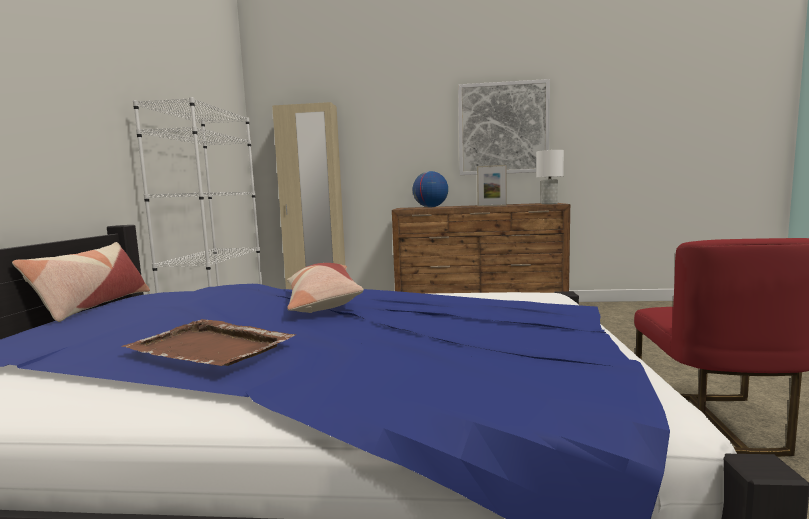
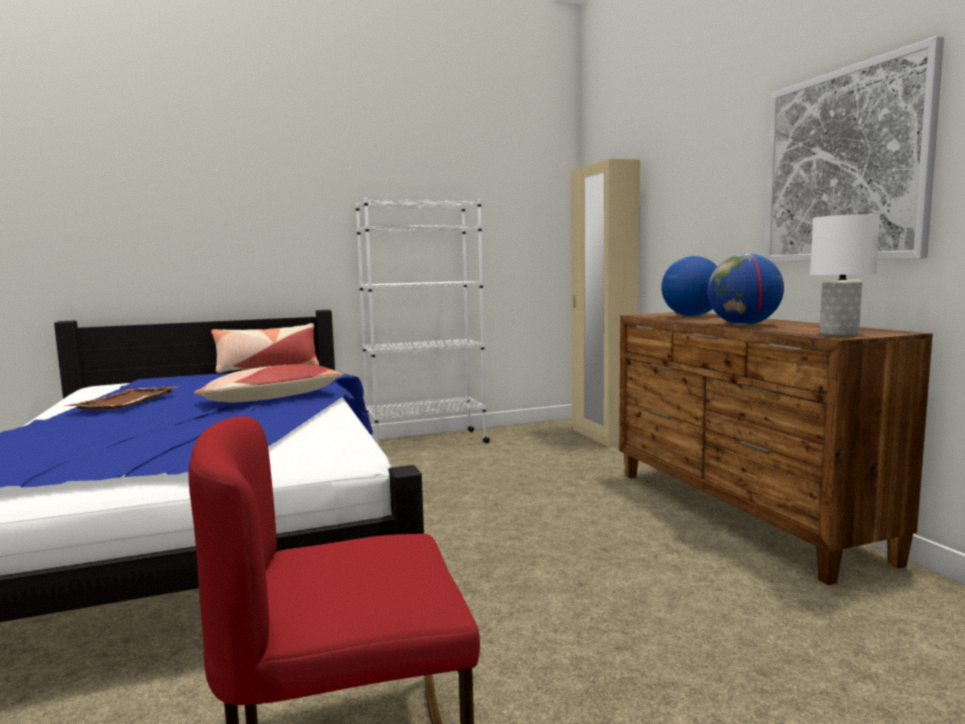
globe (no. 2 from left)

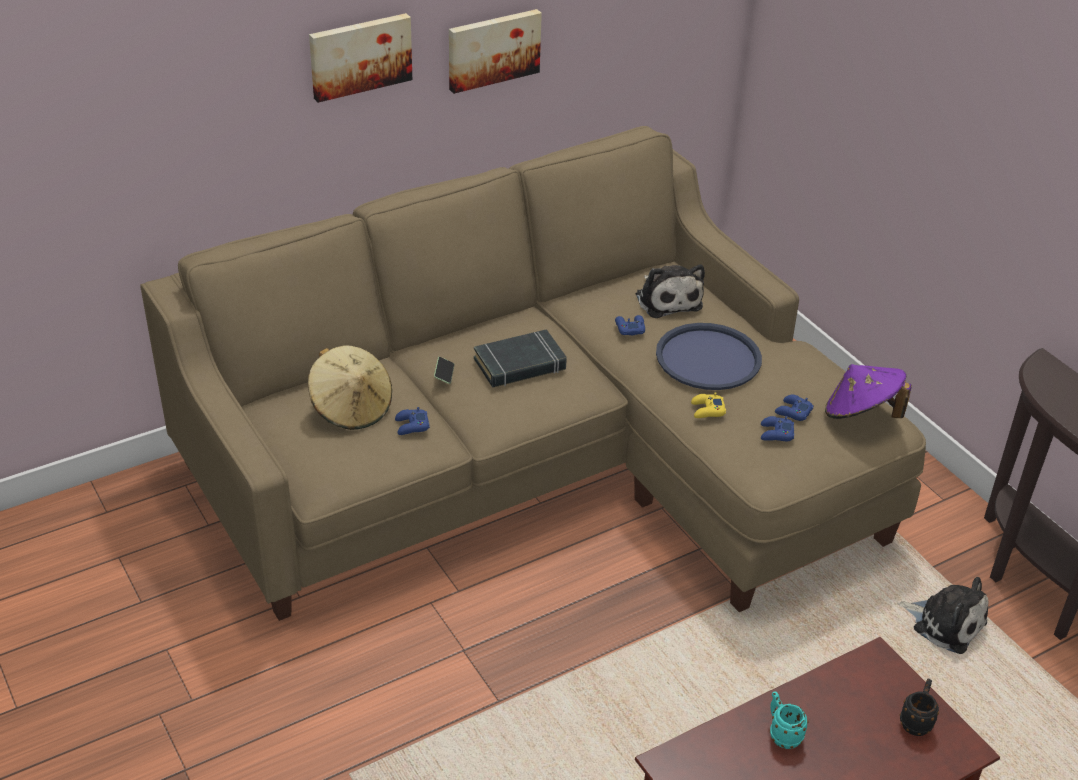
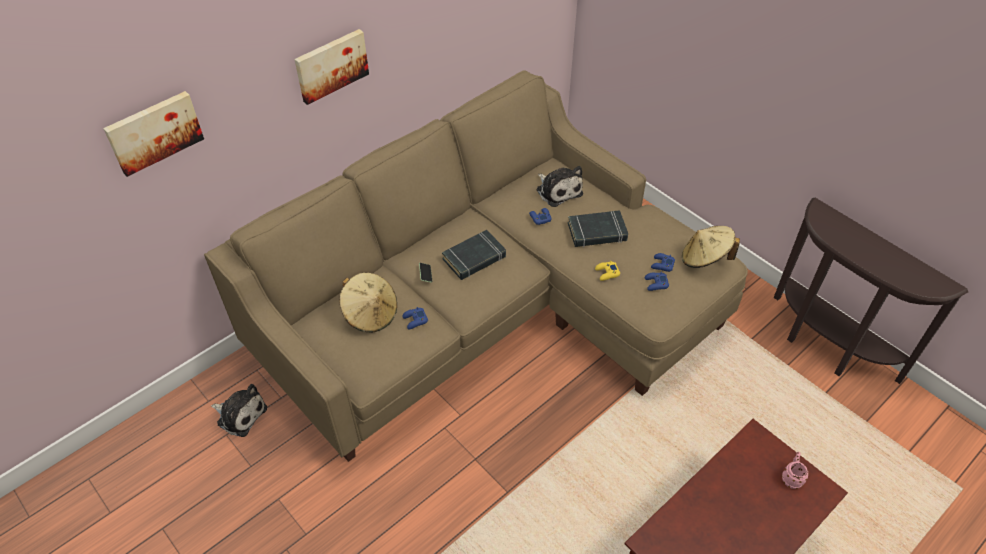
picture (no. 1 from left)
black book (no. 2 from left)
beige hat (no. 2 from left)
plush toy (no. 1 from left)
pink mug
turquoise mug

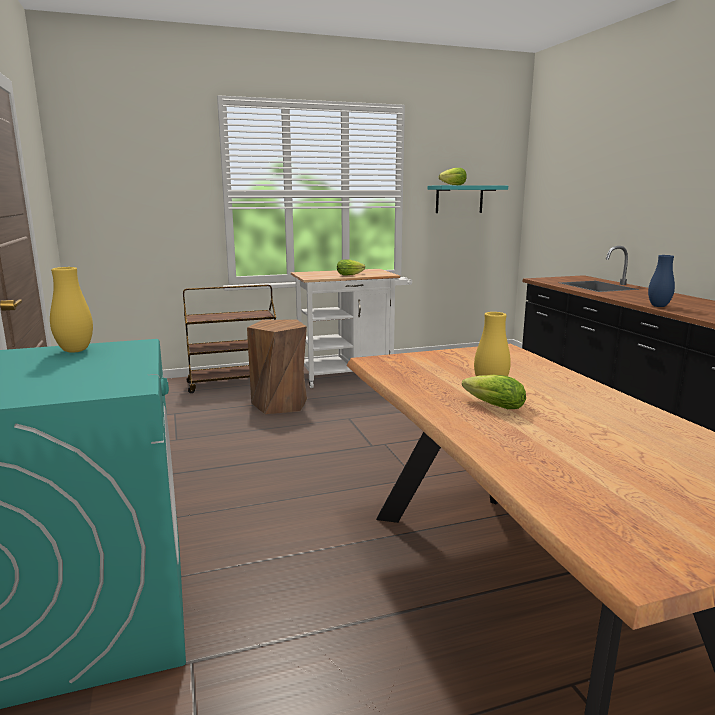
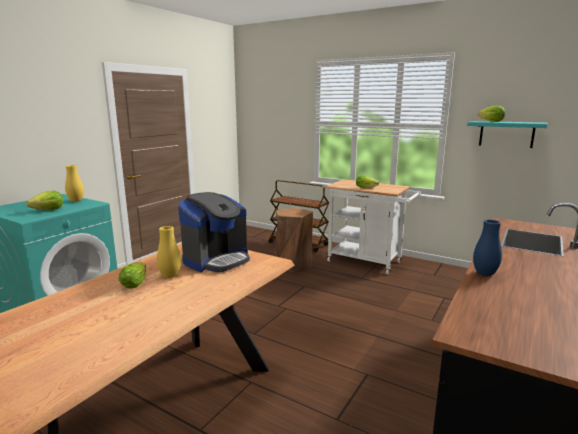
lettuce (no. 1 from left)
coffee machine

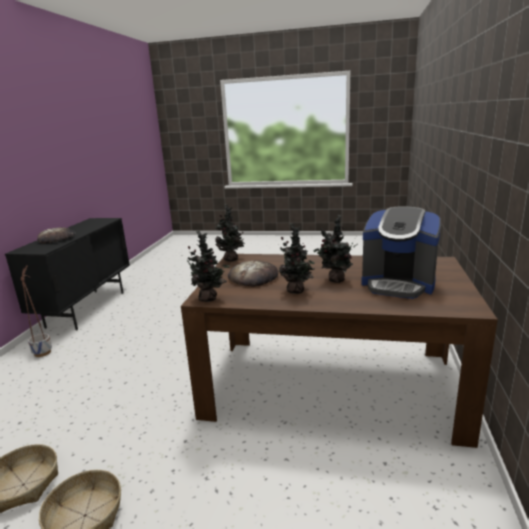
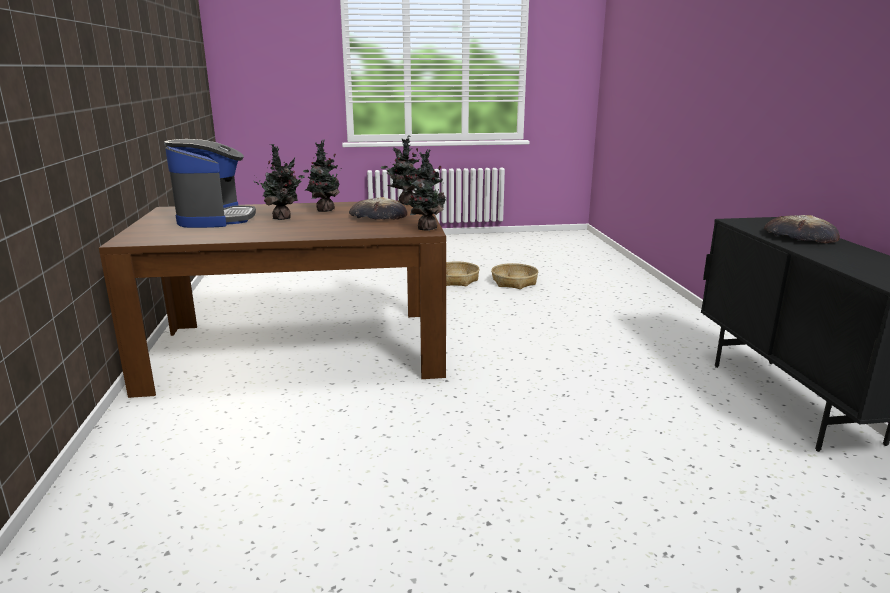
coffee machine
planter

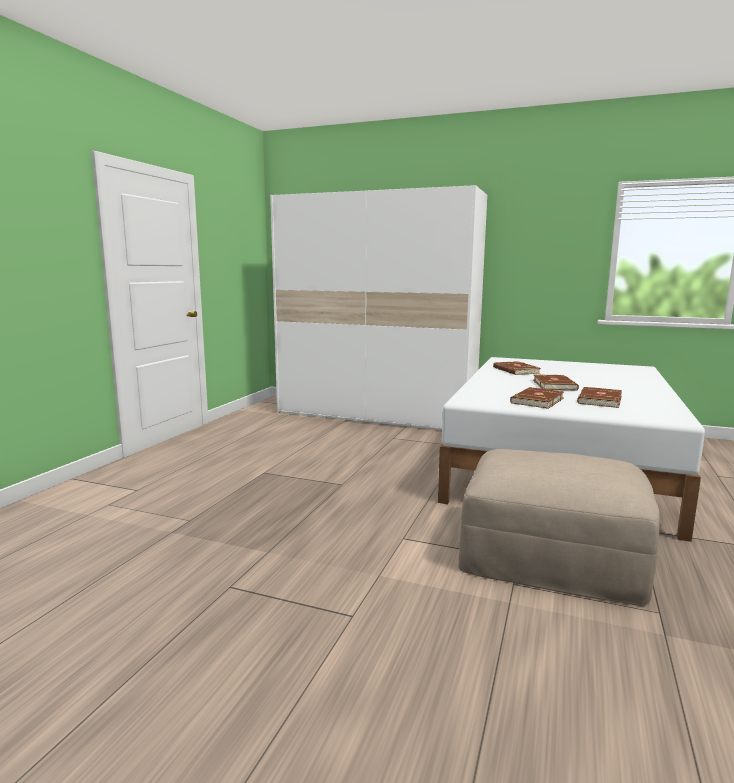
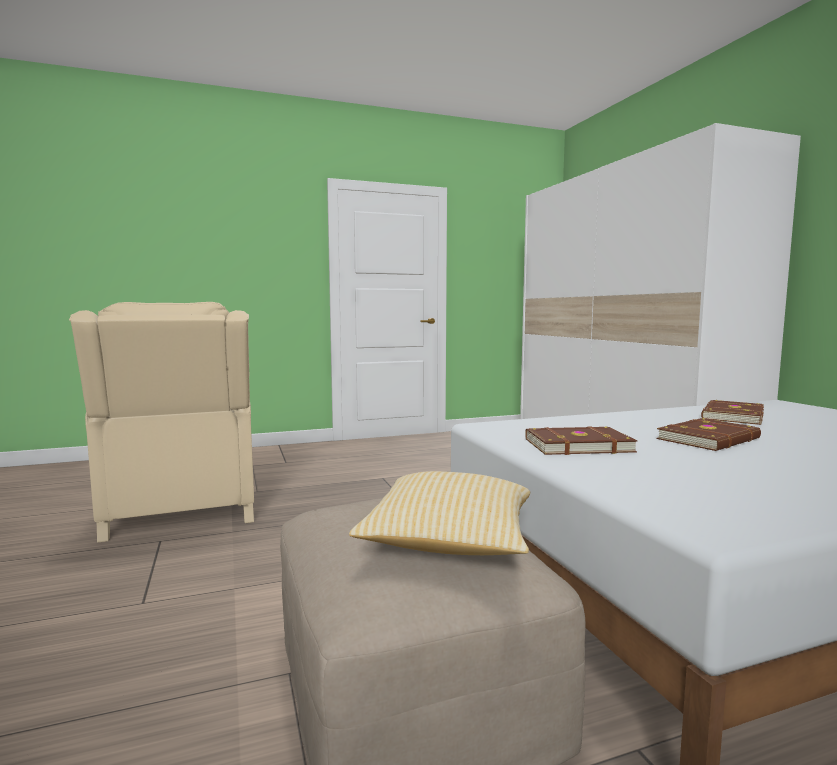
brown book (no. 4 from left in the first image)
beige armchair
pillow

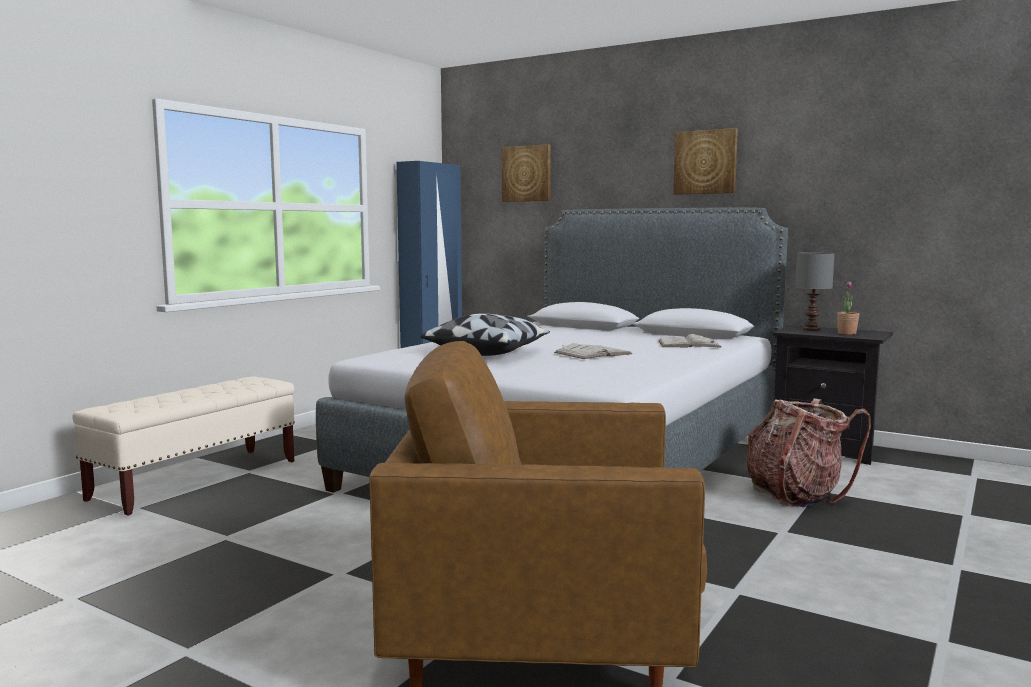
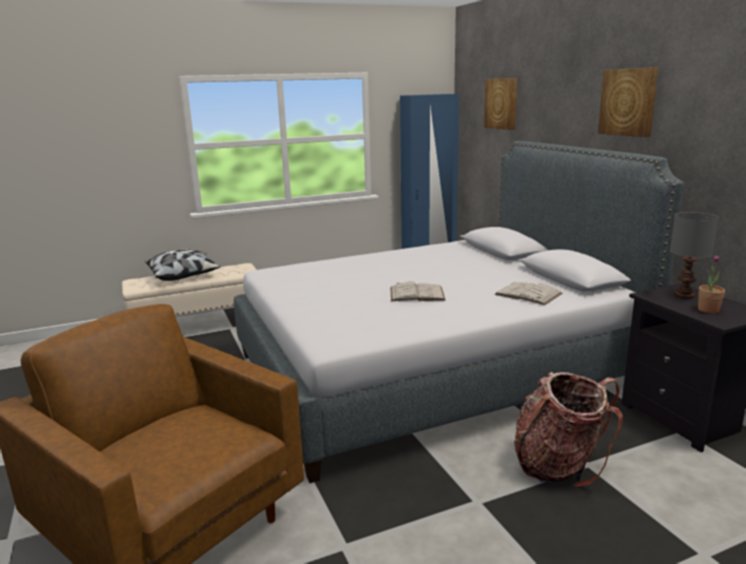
pillow

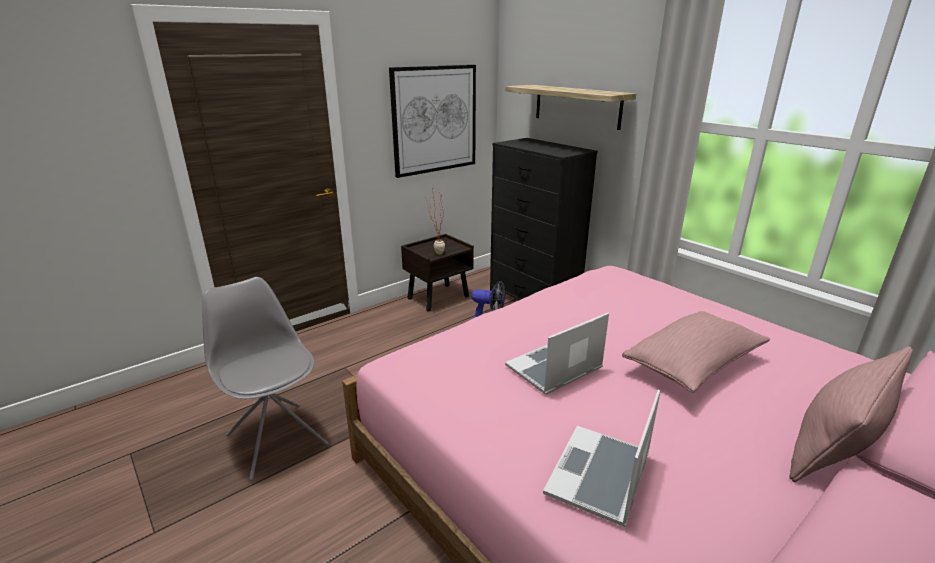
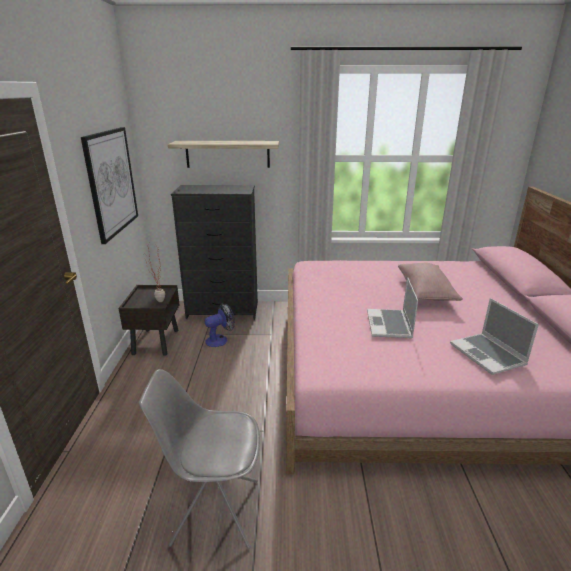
pink pillow (no. 2 from left in the first image)

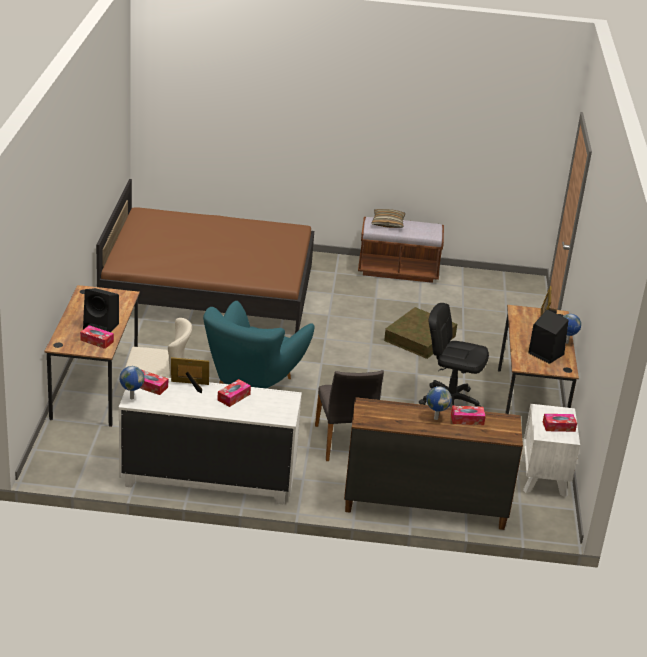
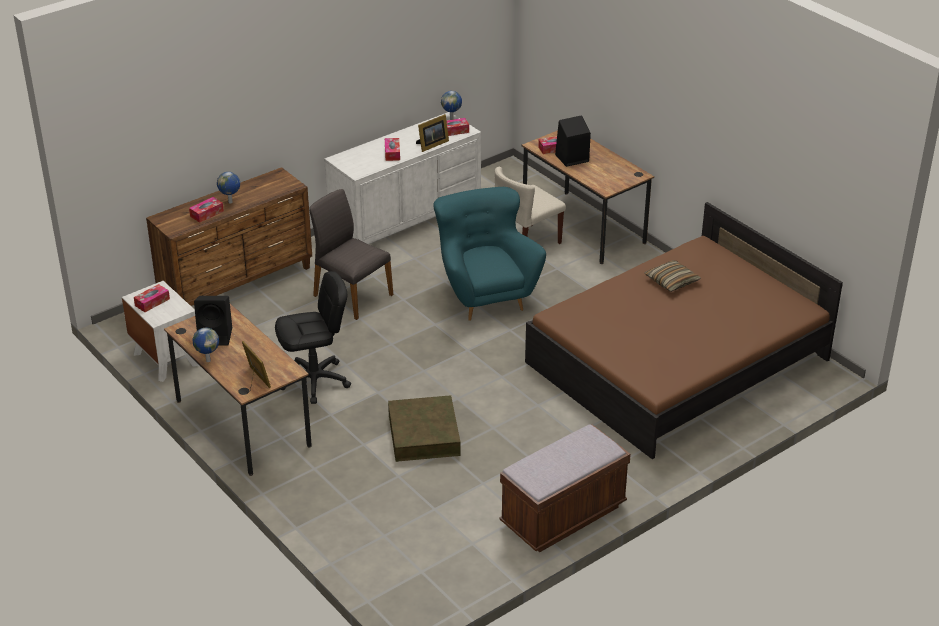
pillow

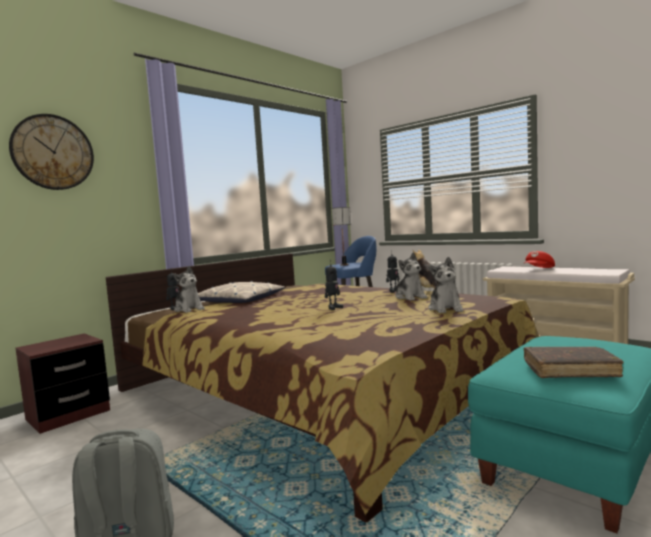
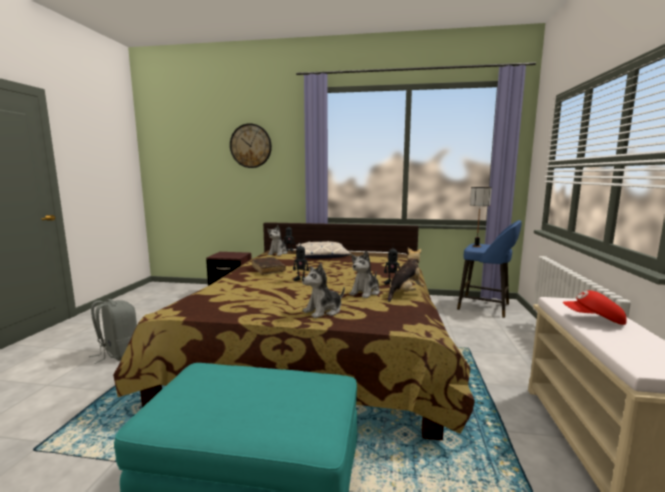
brown book

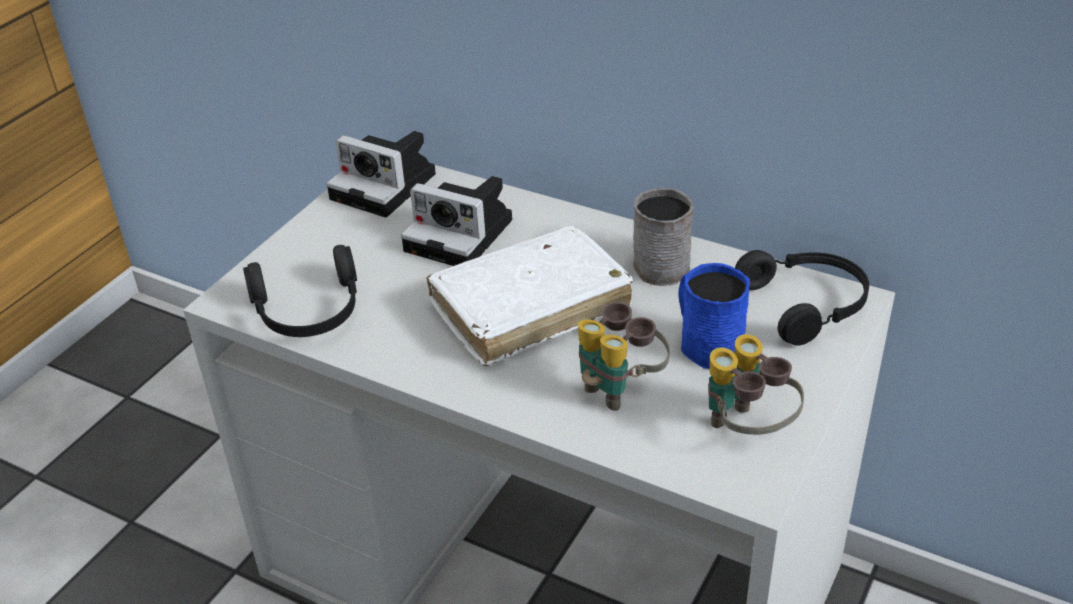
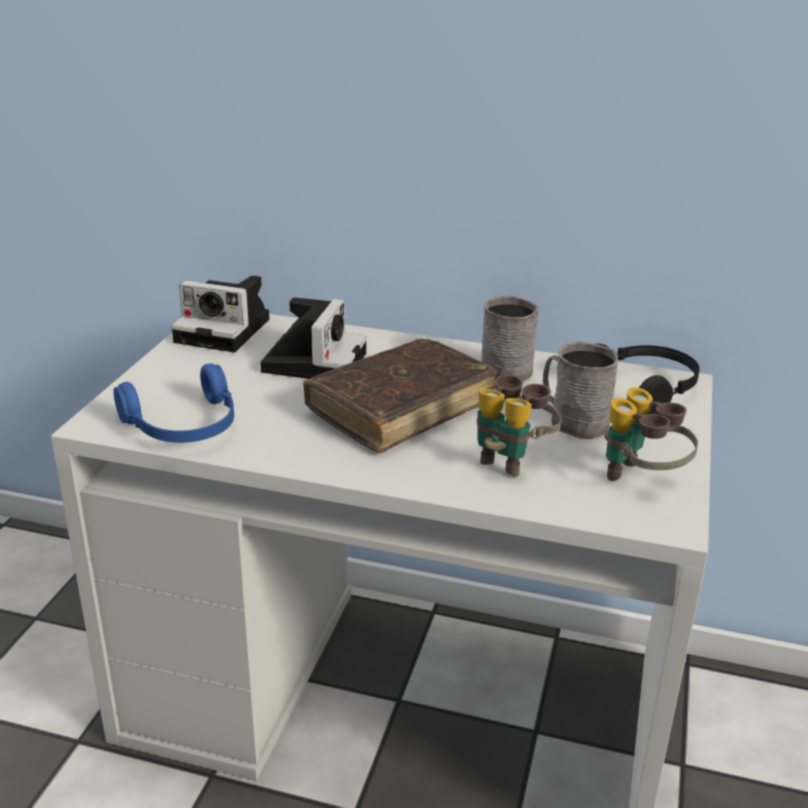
photo camera (no. 2 from left)
brown book
blue headphones
grey mug (no. 2 from left)

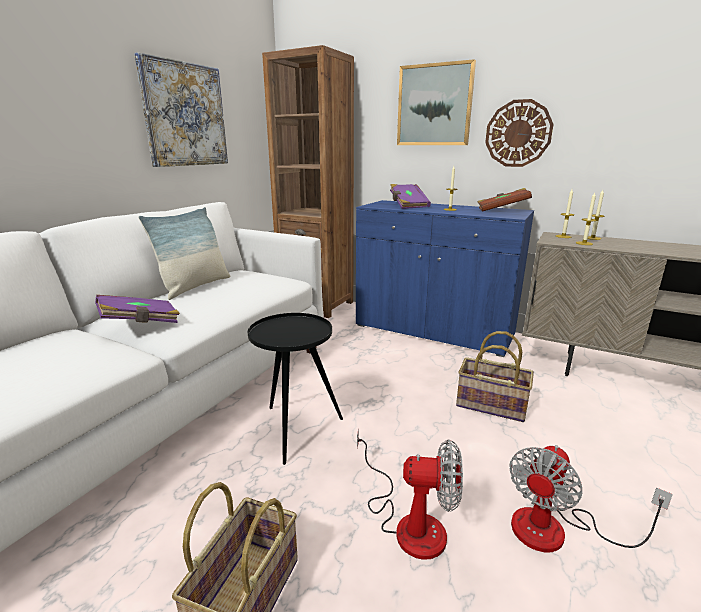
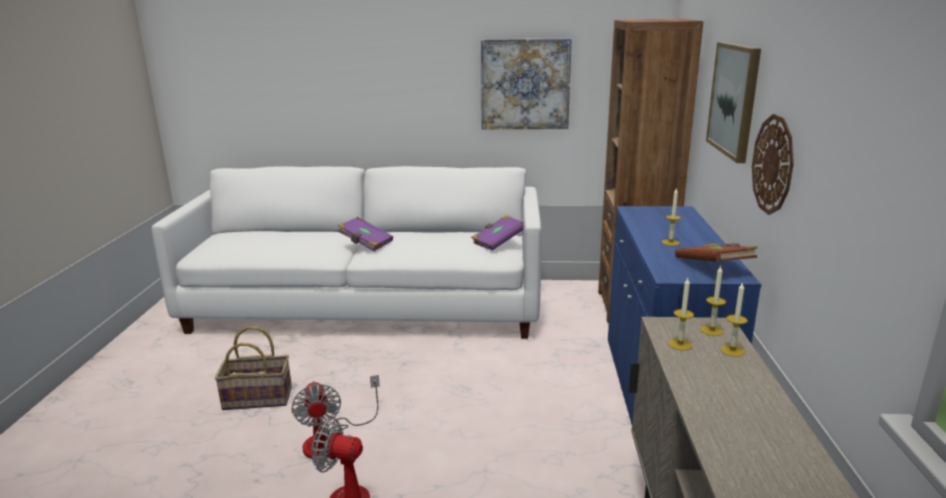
purple book (no. 2 from left)
pillow
black side table
basket (no. 2 from left in the first image)

